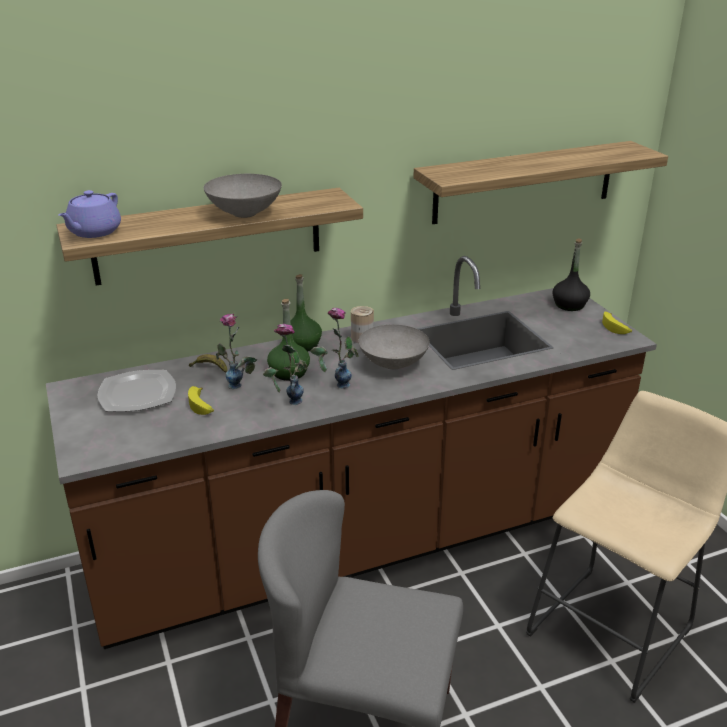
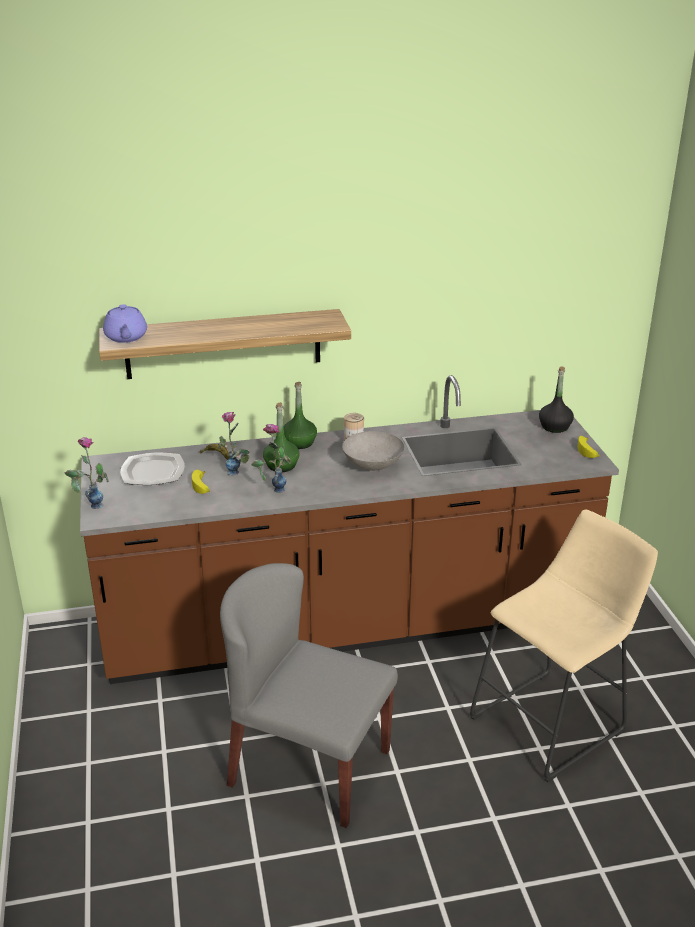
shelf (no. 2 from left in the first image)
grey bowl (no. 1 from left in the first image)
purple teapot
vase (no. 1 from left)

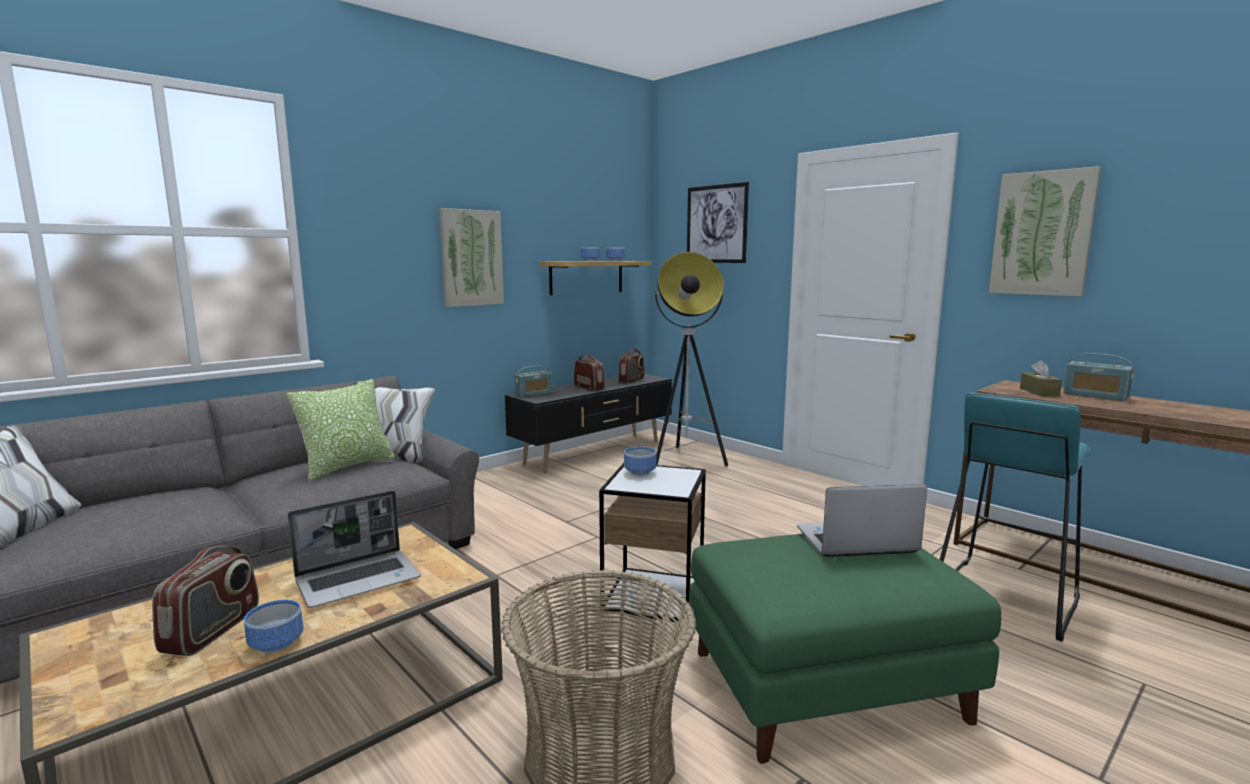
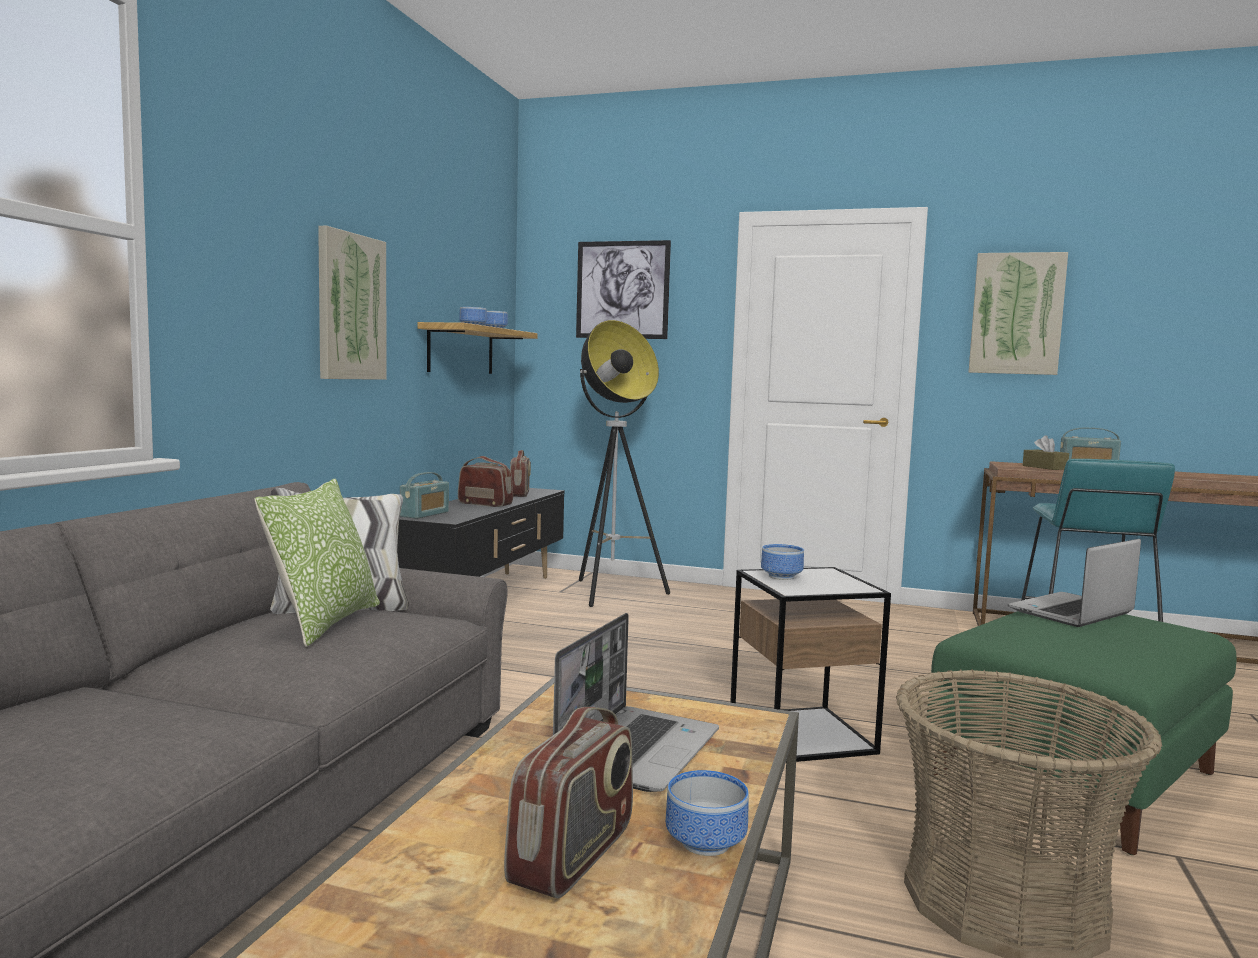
radio (no. 4 from left)

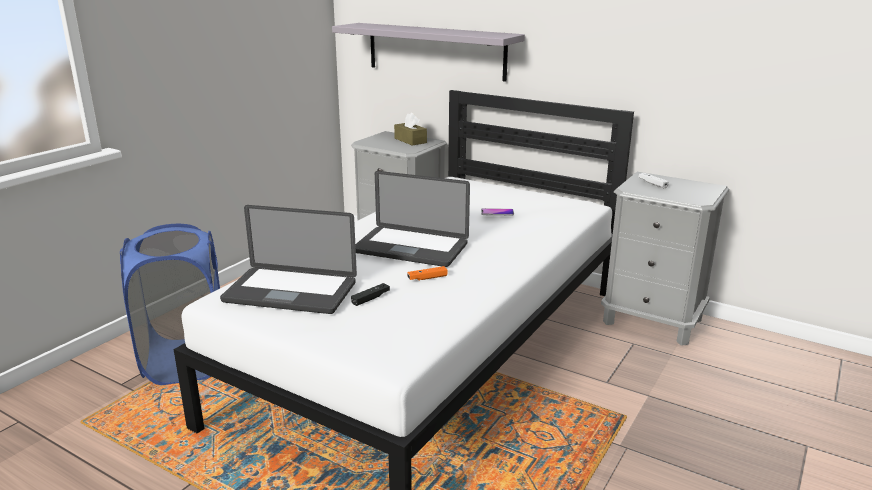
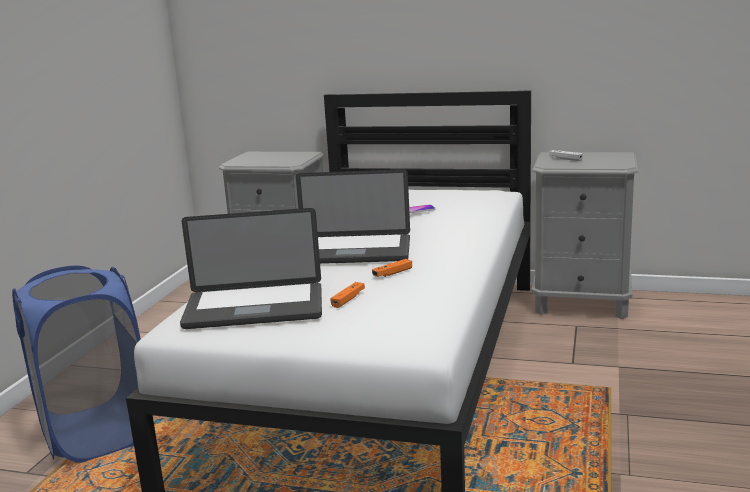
grey shelf
brown tissue box
orange game controller (no. 1 from left)

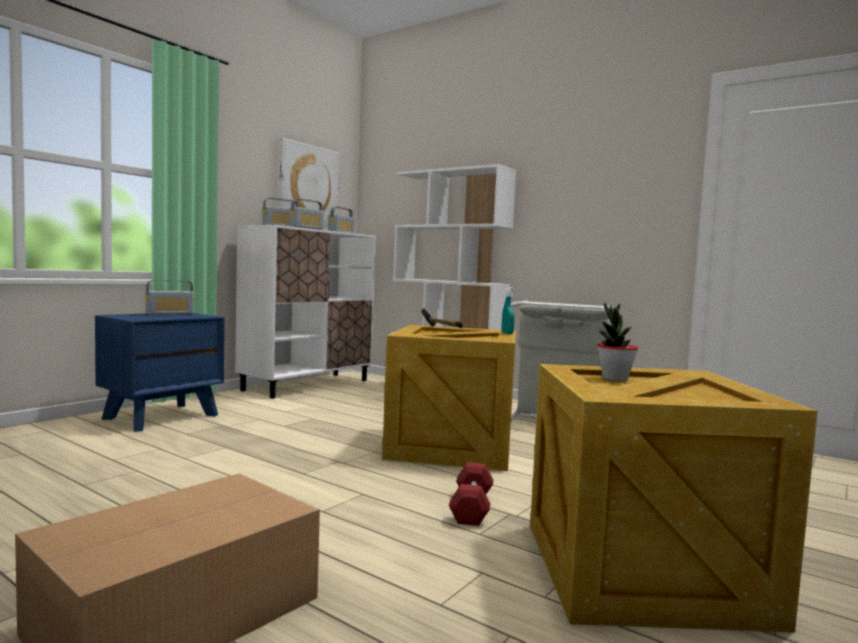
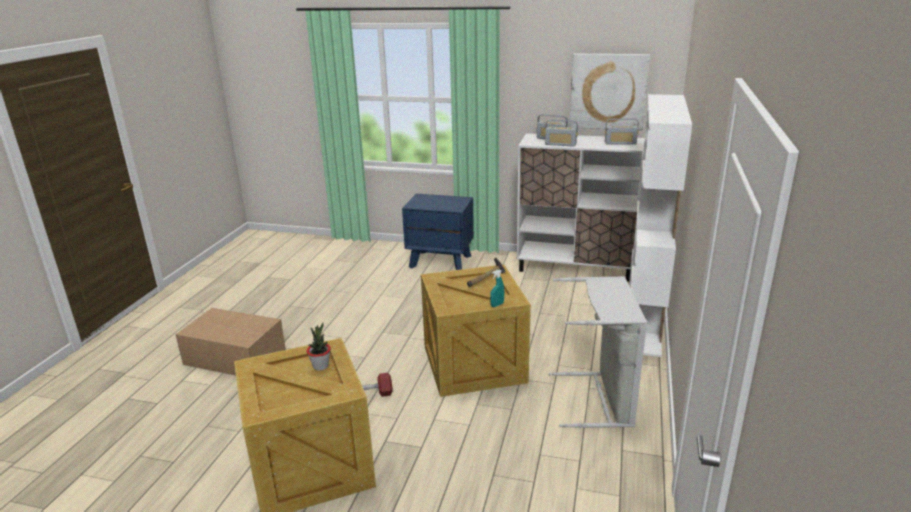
radio (no. 1 from left in the first image)

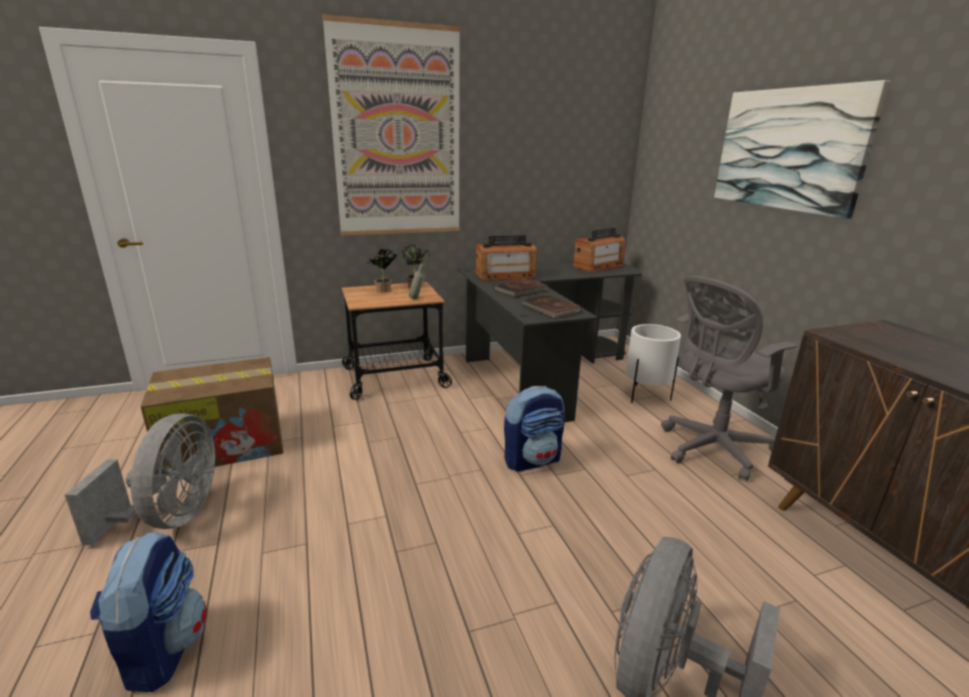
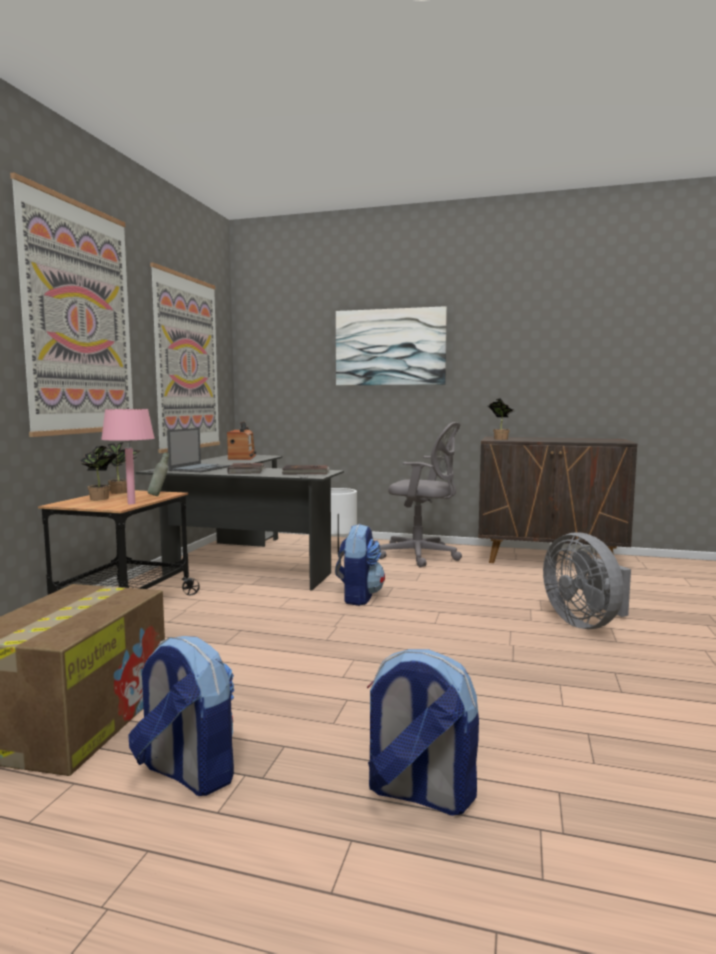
laptop
grey office chair
backpack (no. 1 from left)
picture (no. 2 from left)
potted plant (no. 3 from left)
pink table lamp

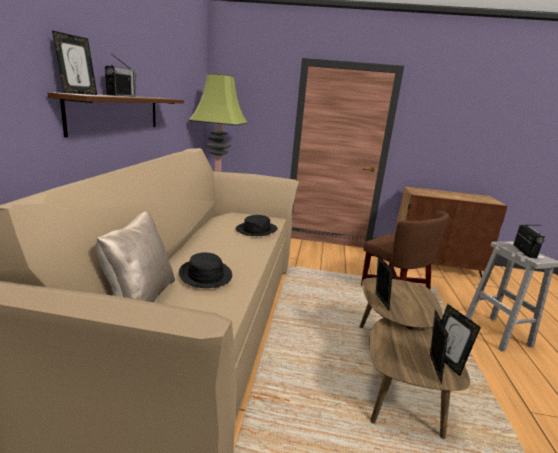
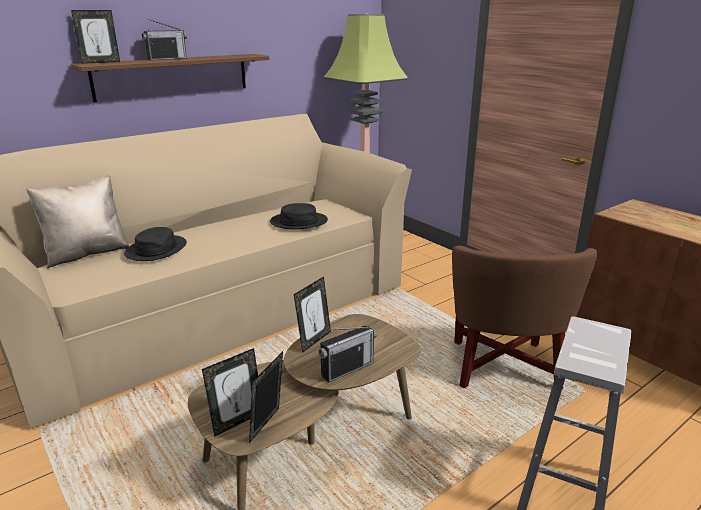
radio (no. 2 from left)

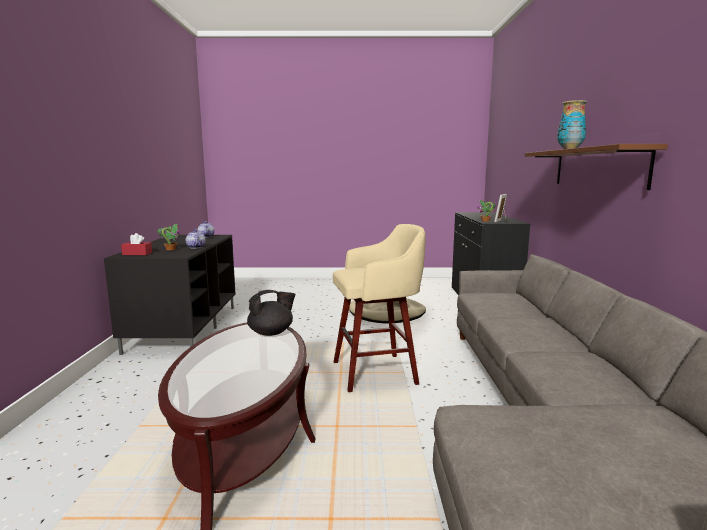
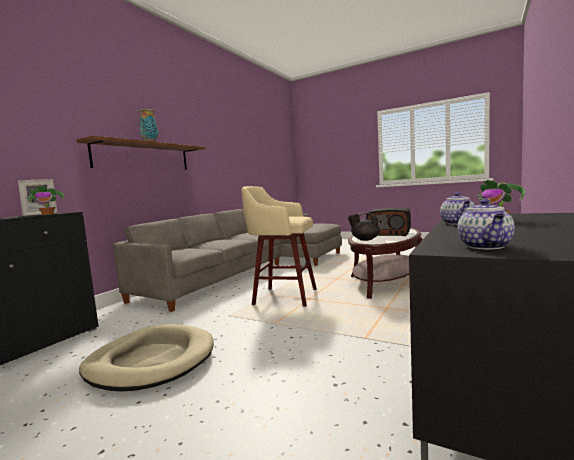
red tissue box
radio

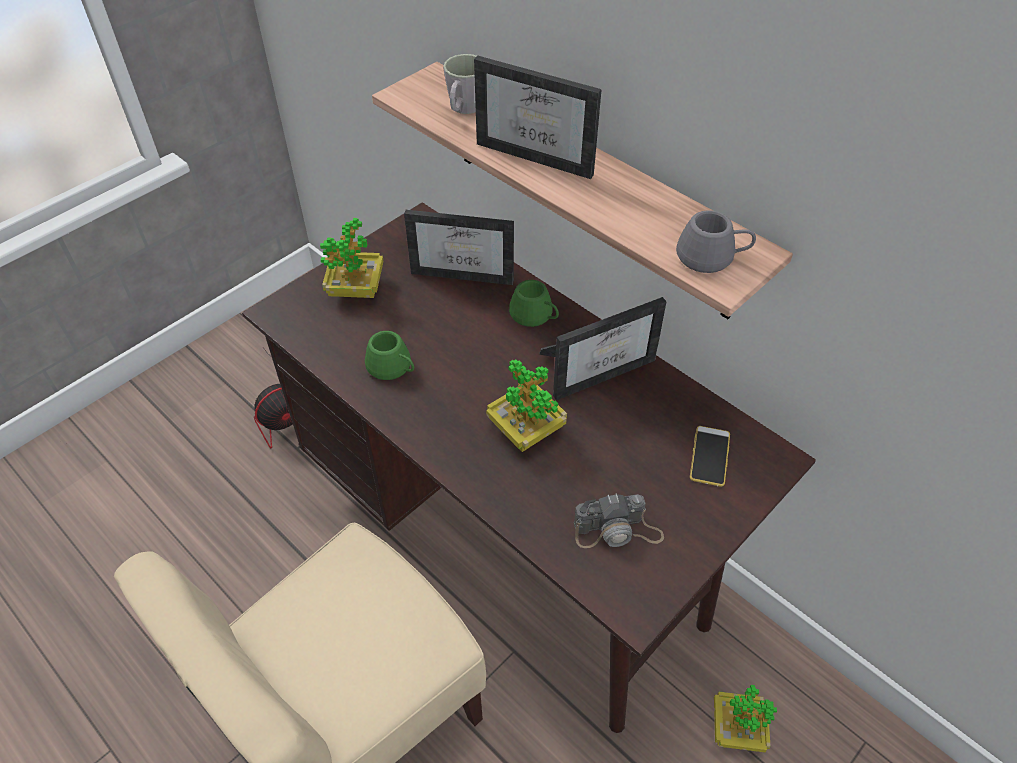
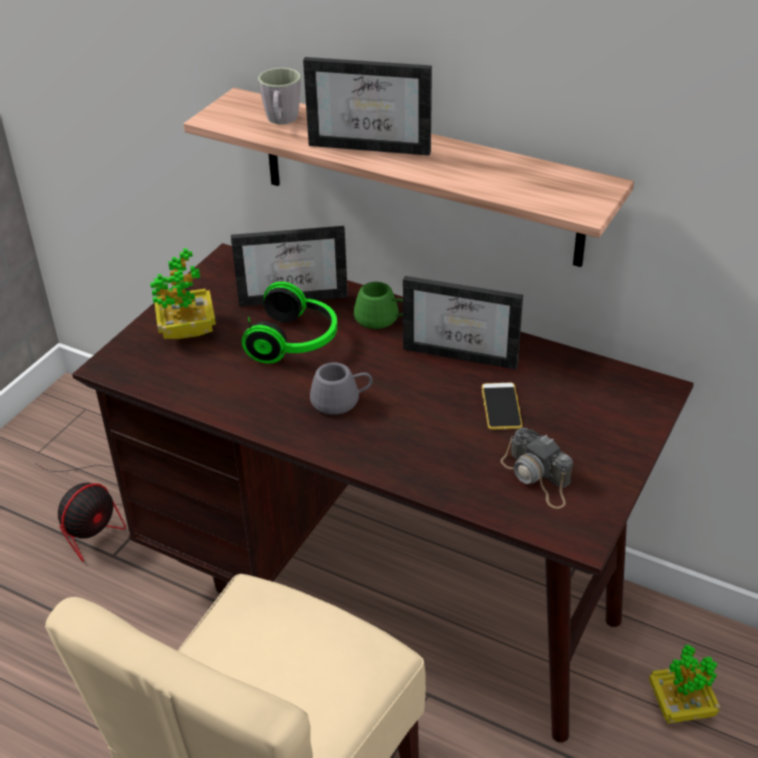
grey mug (no. 2 from left)
picture frame (no. 3 from left)
green mug (no. 1 from left in the first image)
potted plant (no. 2 from left in the first image)
phone
photo camera
headphones

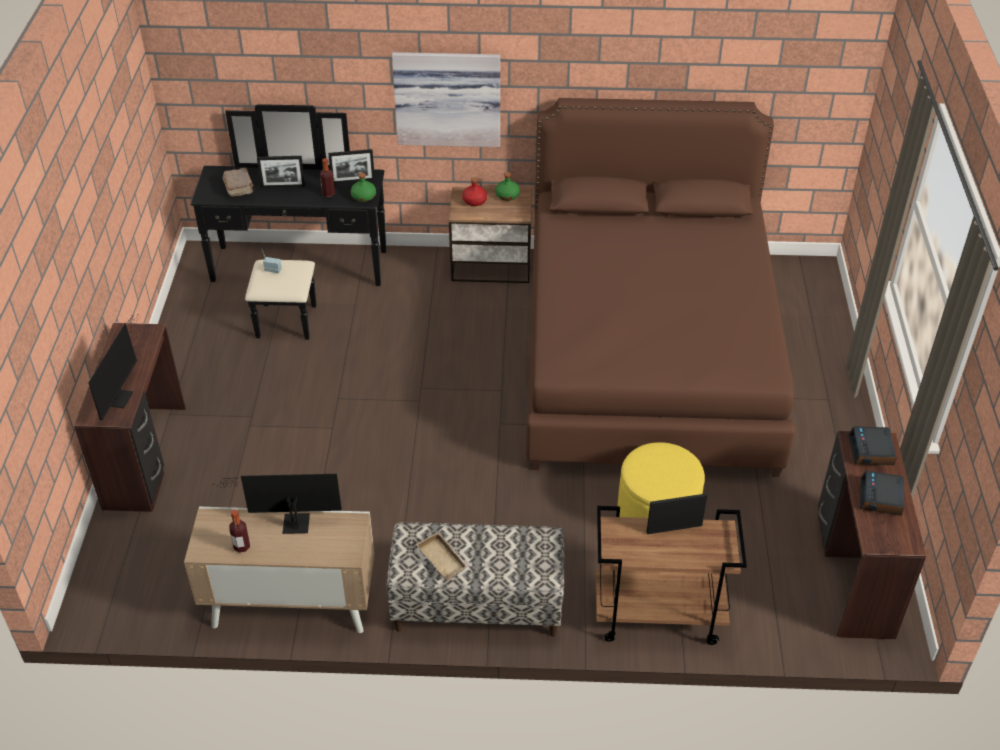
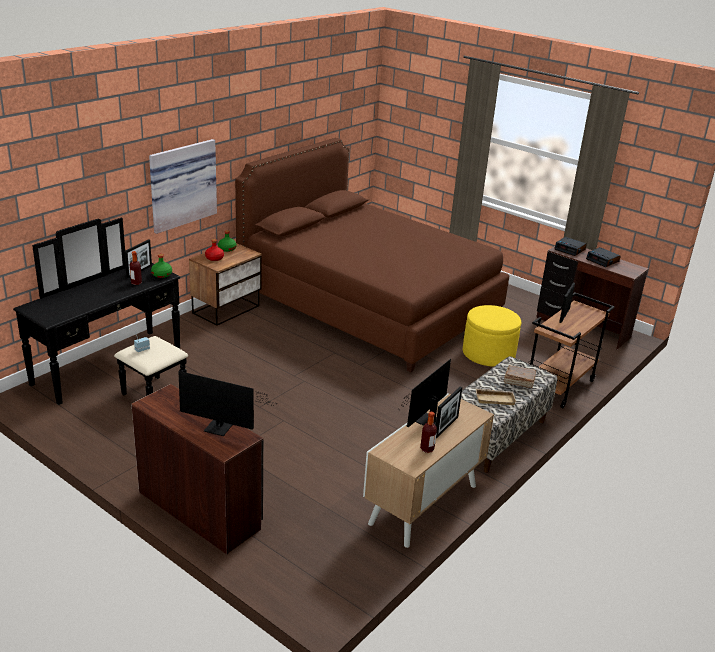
picture frame (no. 2 from left)
brown book
monitor (no. 1 from left)

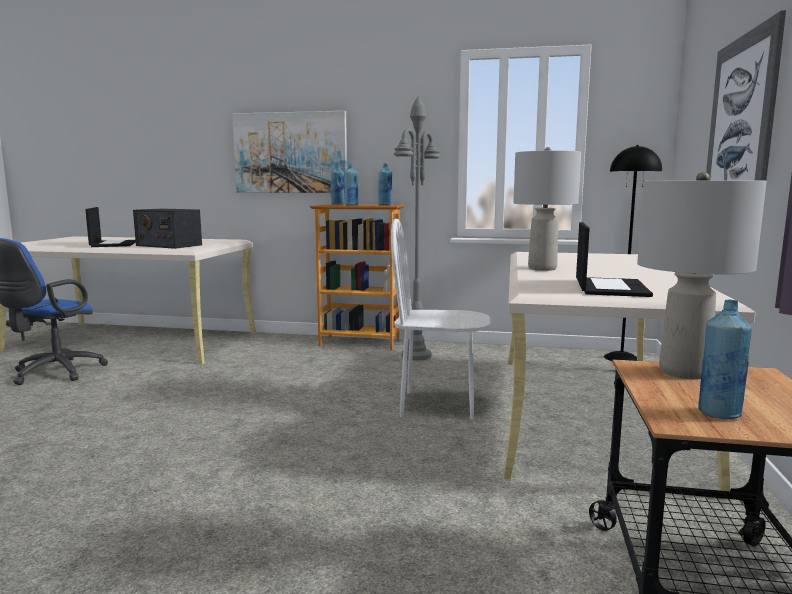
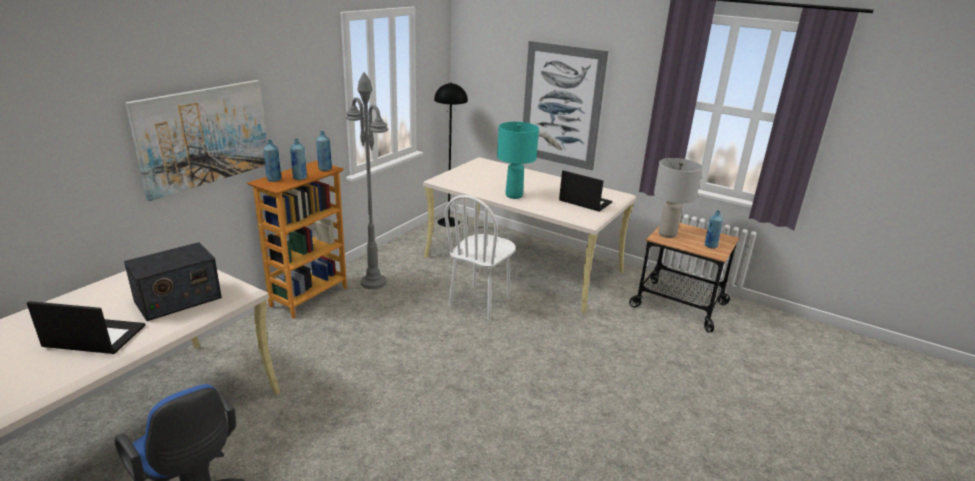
turquoise table lamp

